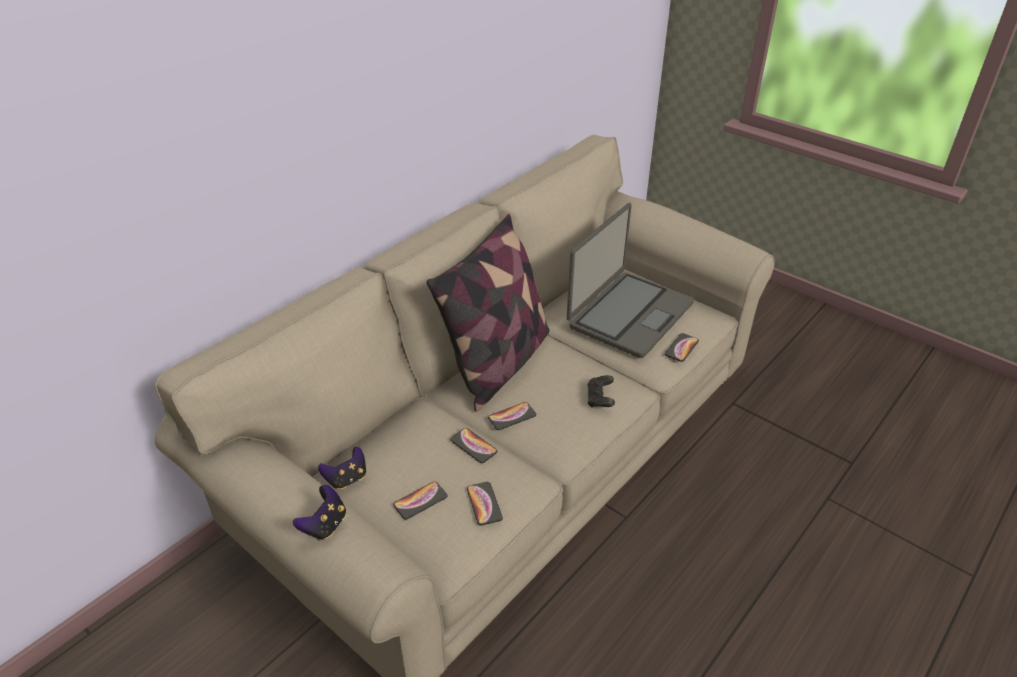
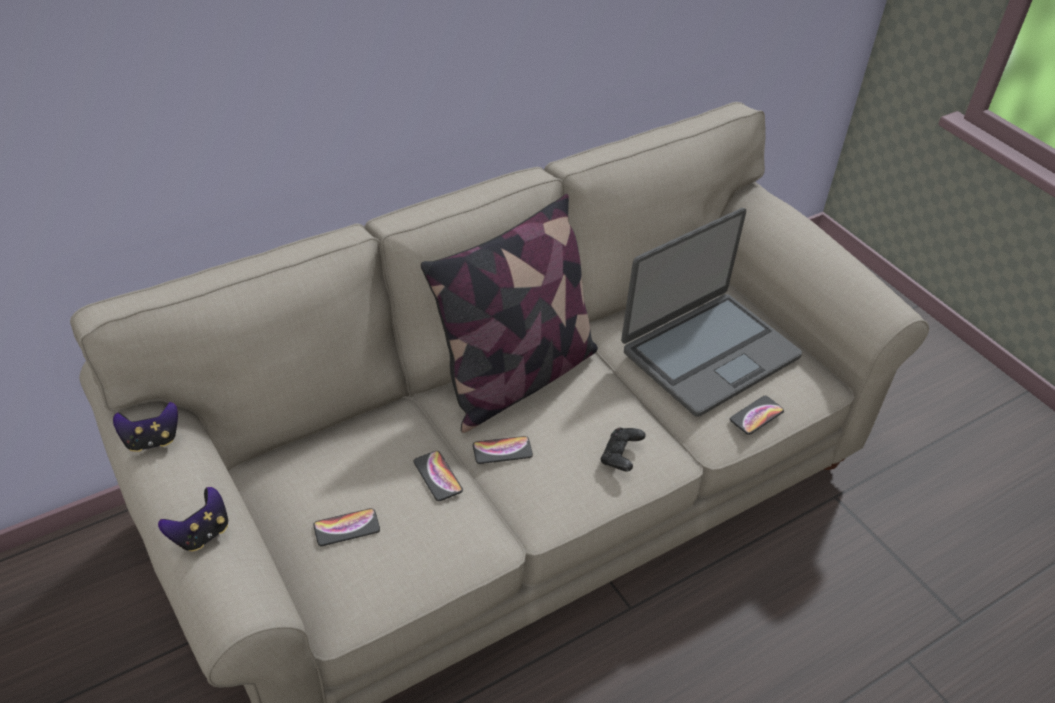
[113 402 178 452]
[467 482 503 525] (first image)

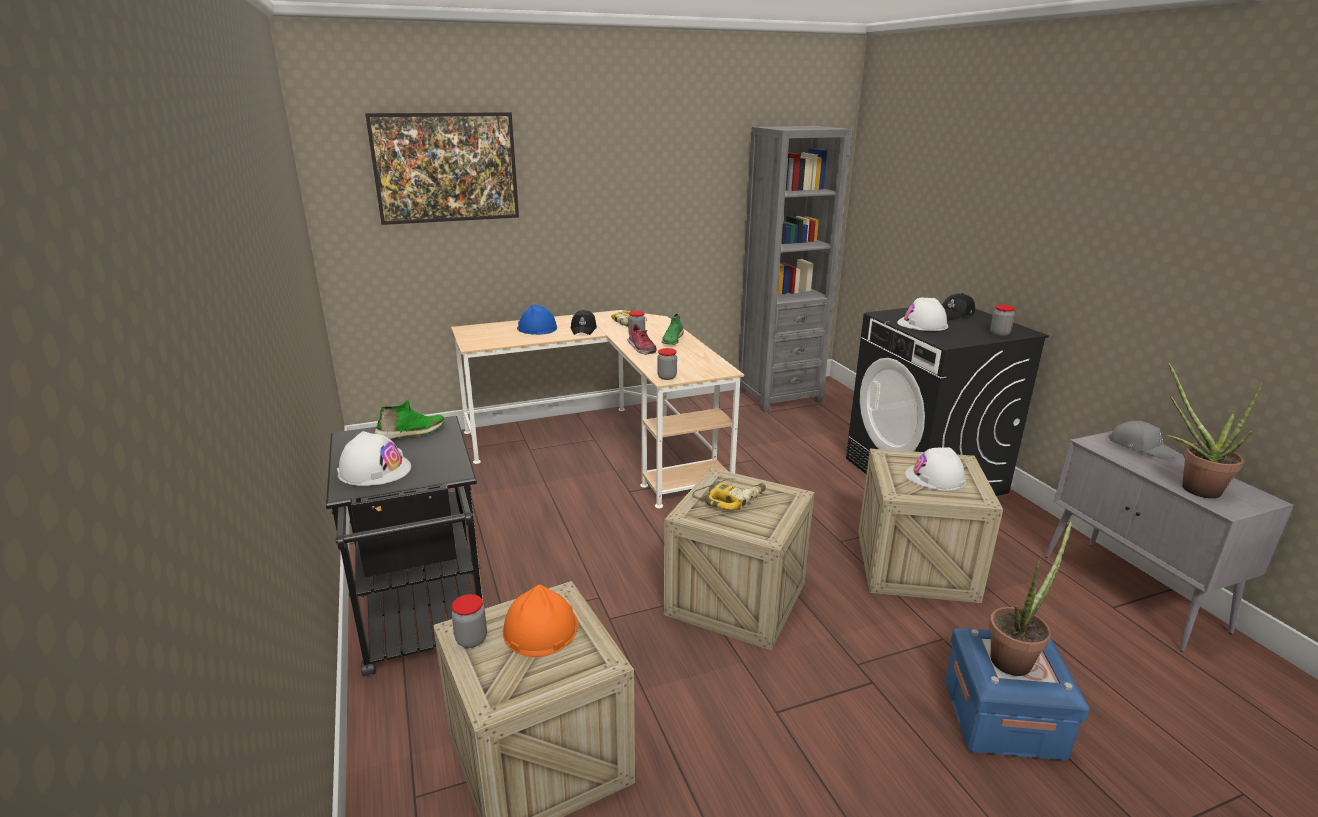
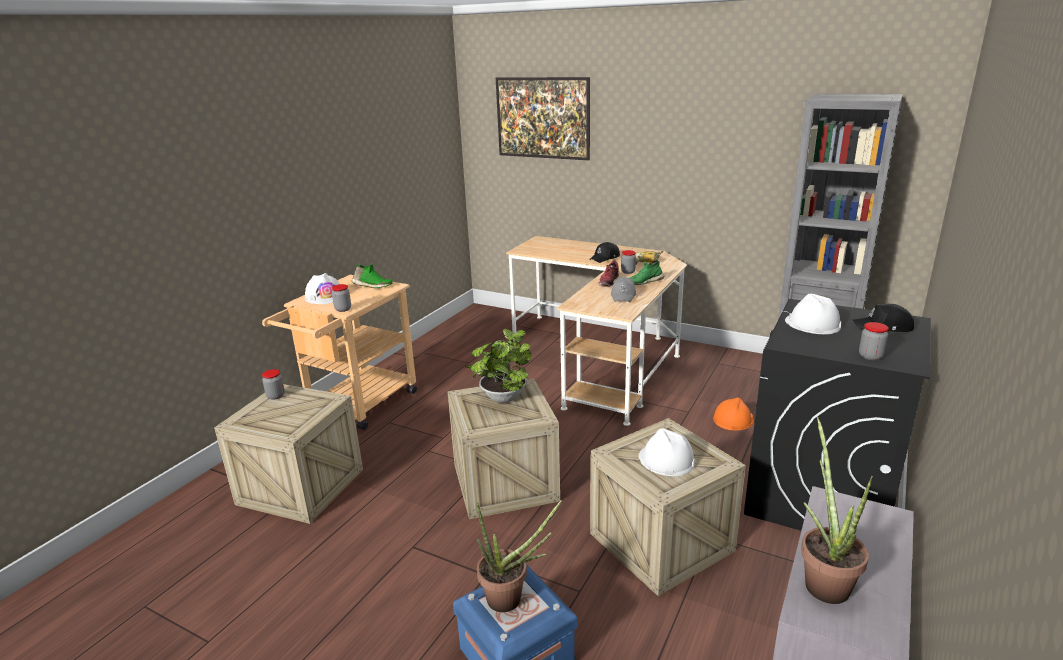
[262 275 417 430]
[332 284 351 312]
[465 329 531 403]
[611 277 636 302]
[713 398 754 430]
[517 304 557 335] (first image)

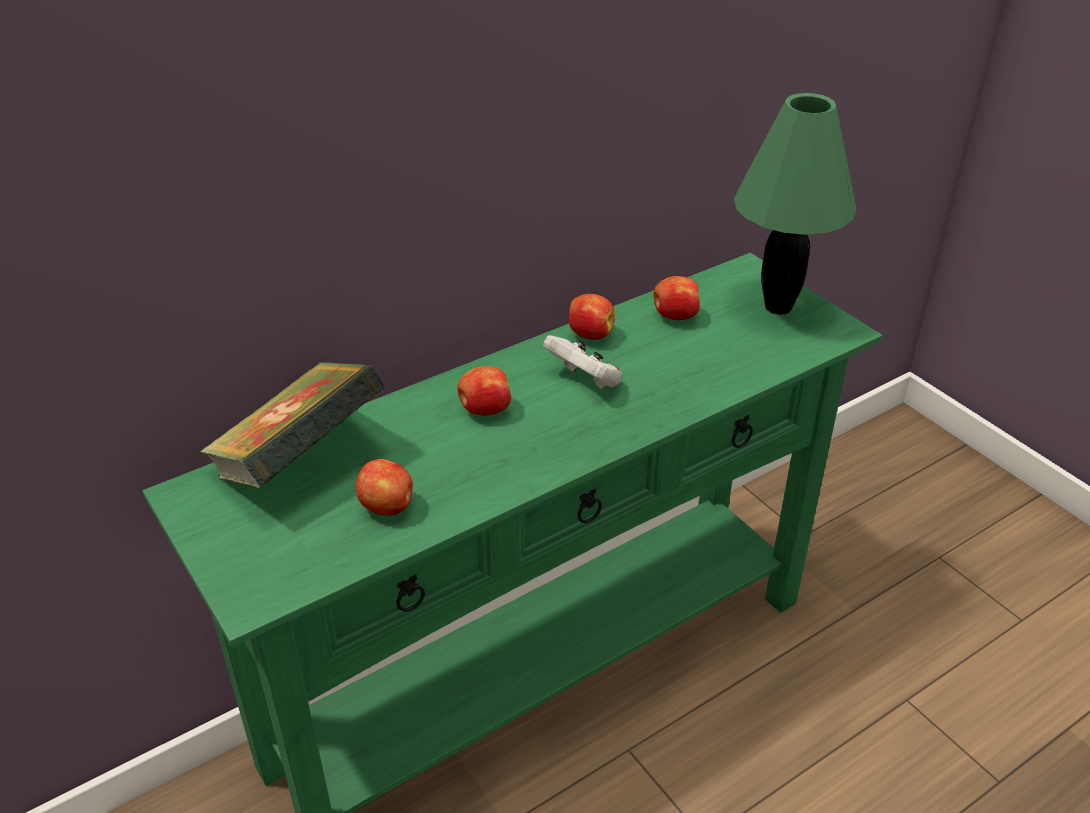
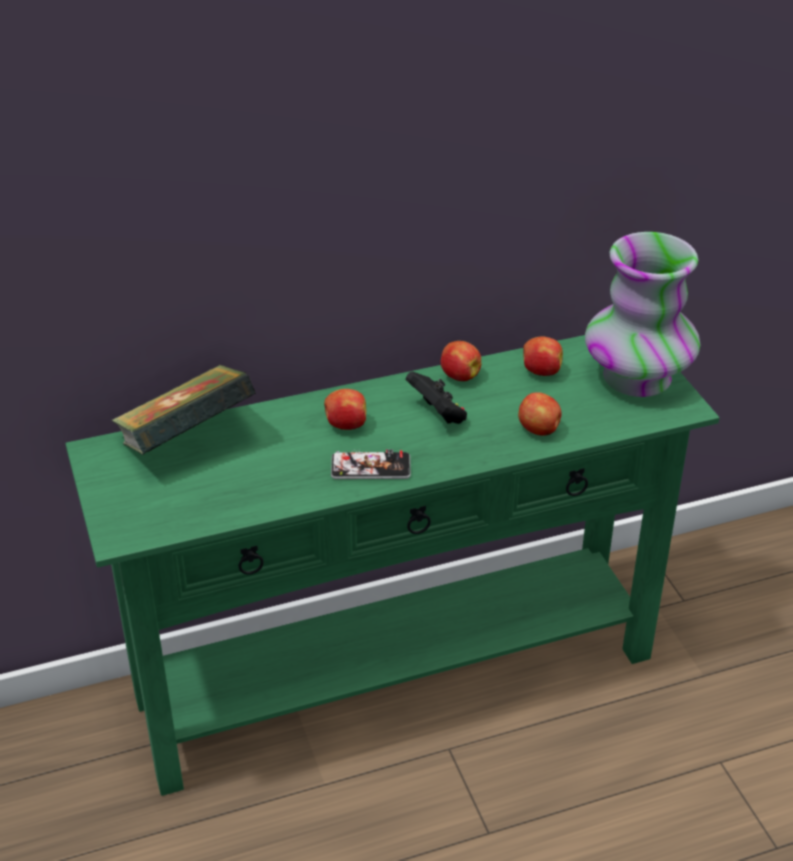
[331 449 411 479]
[406 372 467 424]
[518 392 562 436]
[585 232 700 397]

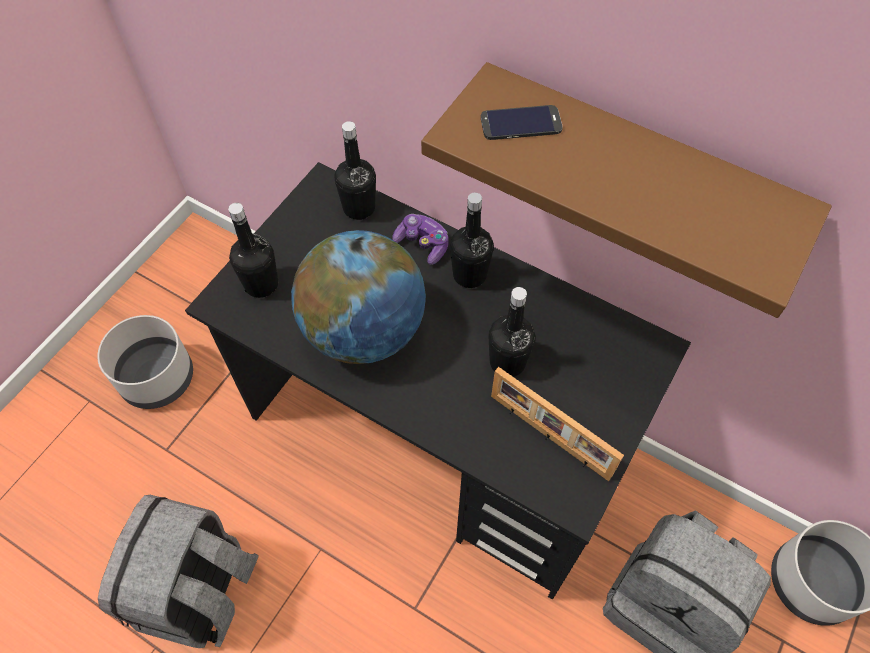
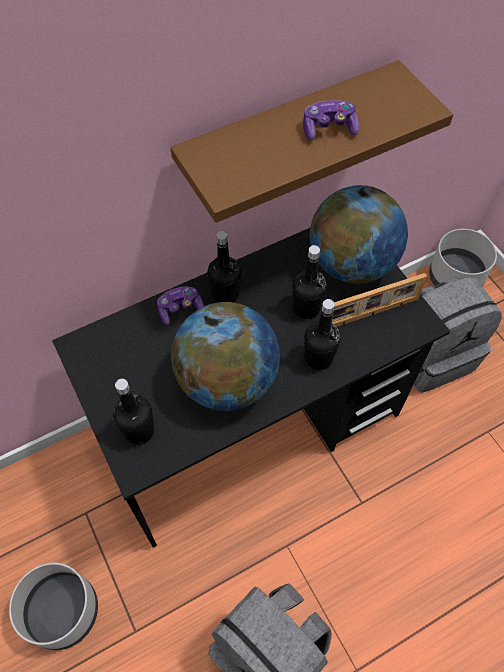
[303 100 359 141]
[304 299 341 370]
[310 185 408 284]
[481 105 563 140] (first image)

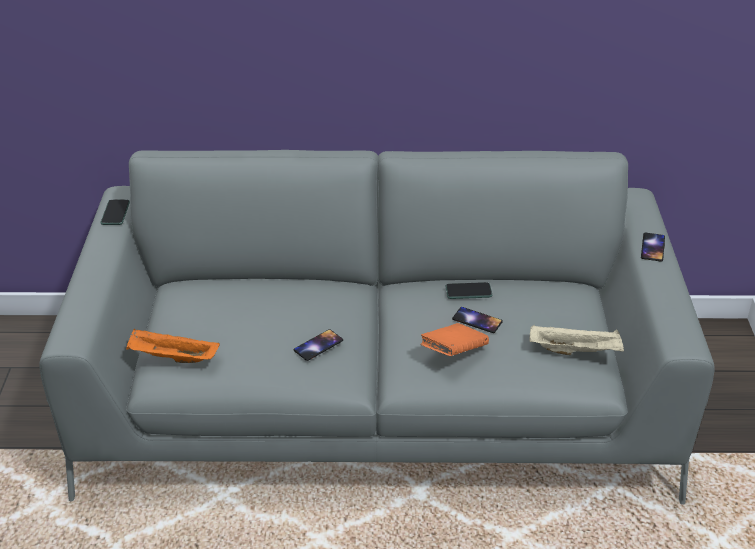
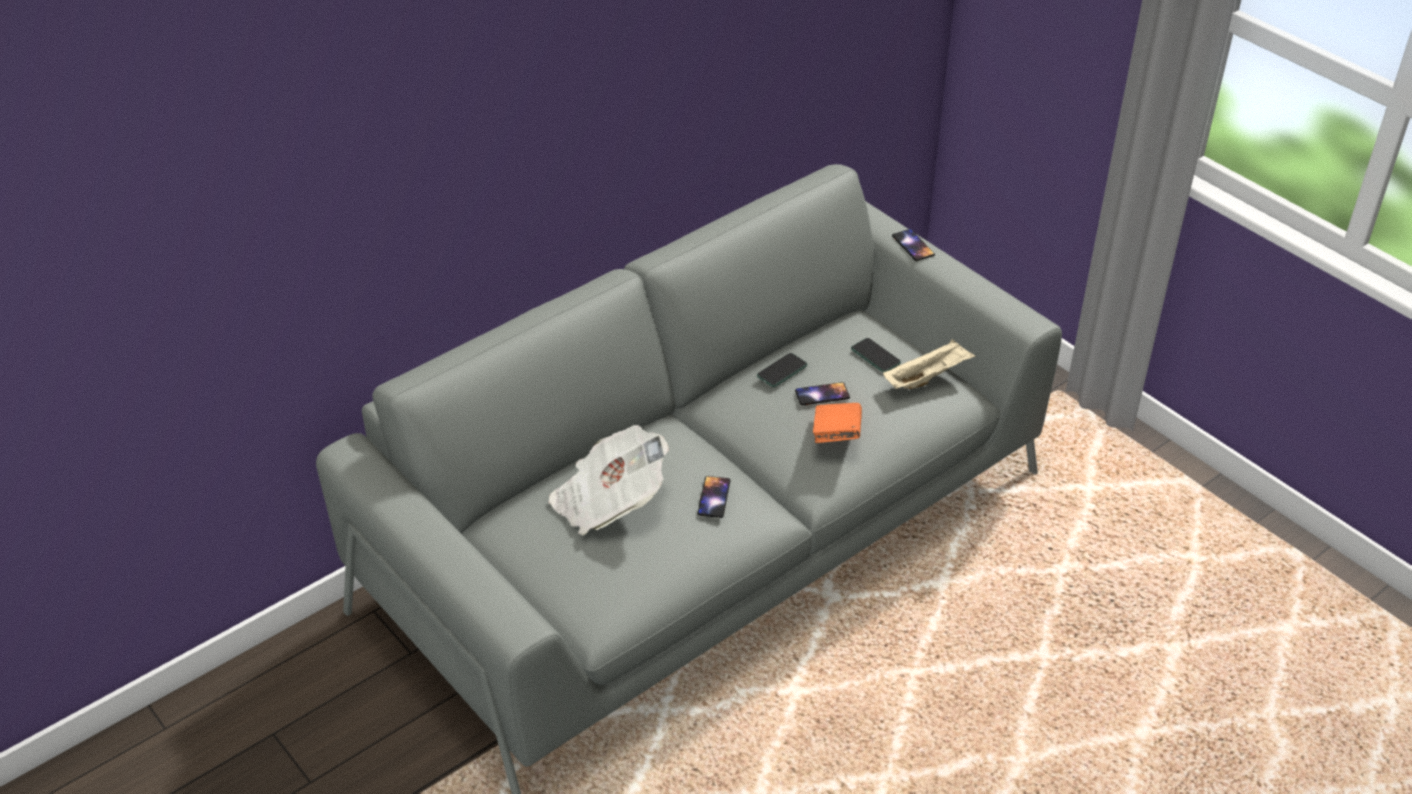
[549 425 669 536]
[851 338 901 372]
[126 329 220 363] (first image)

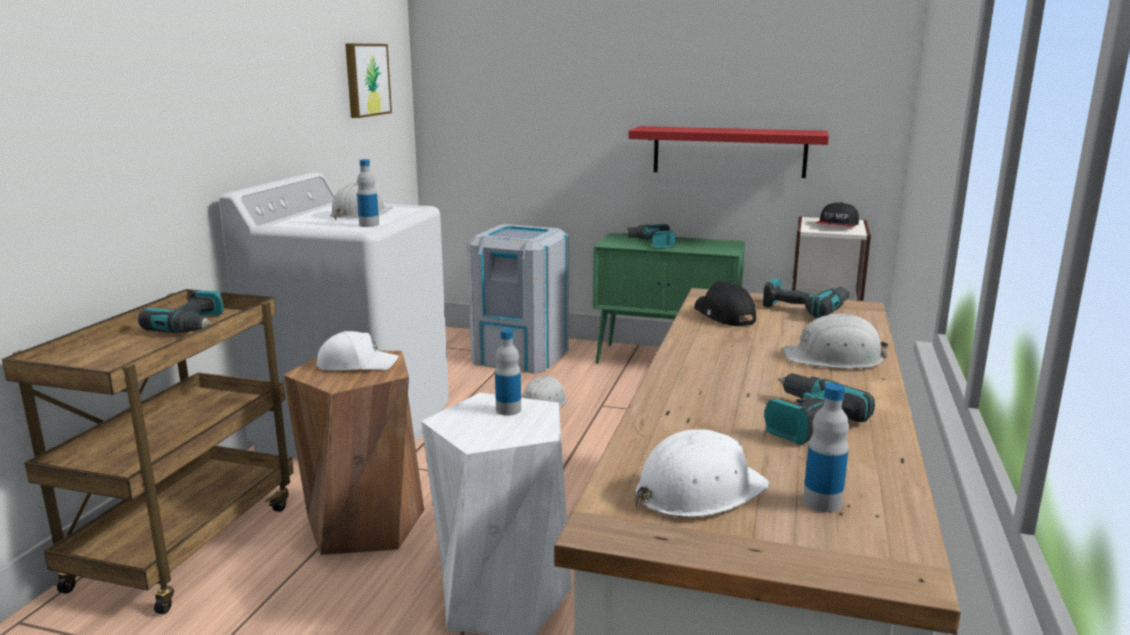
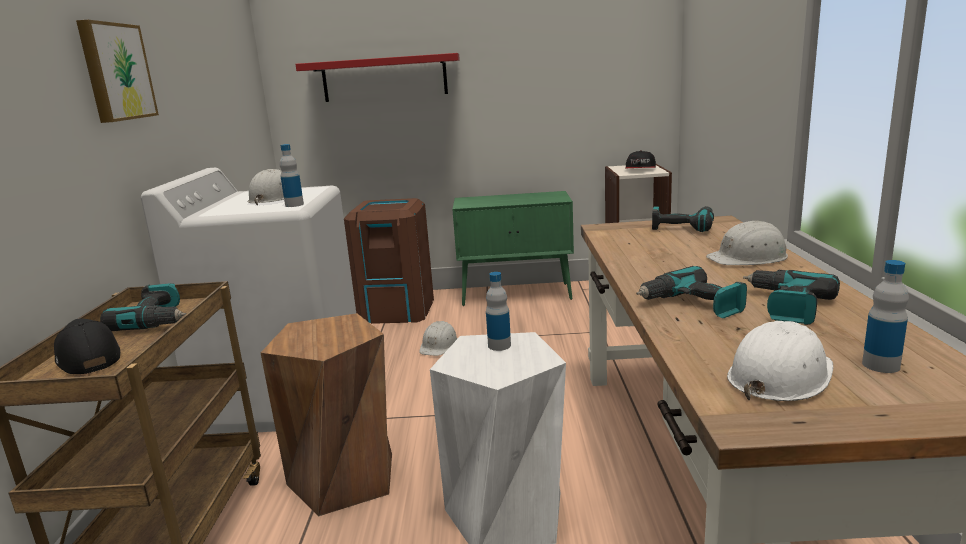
[54 318 120 374]
[76 20 159 123]
[295 53 460 102]
[344 198 434 324]
[636 266 747 318]
[316 331 399 370] (first image)

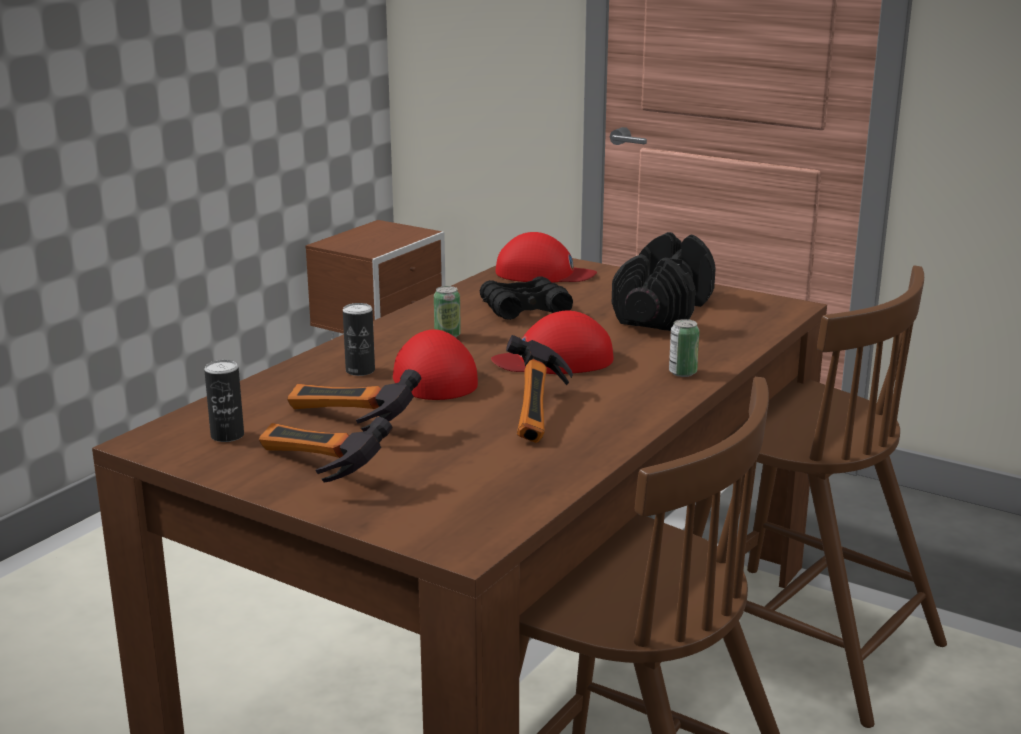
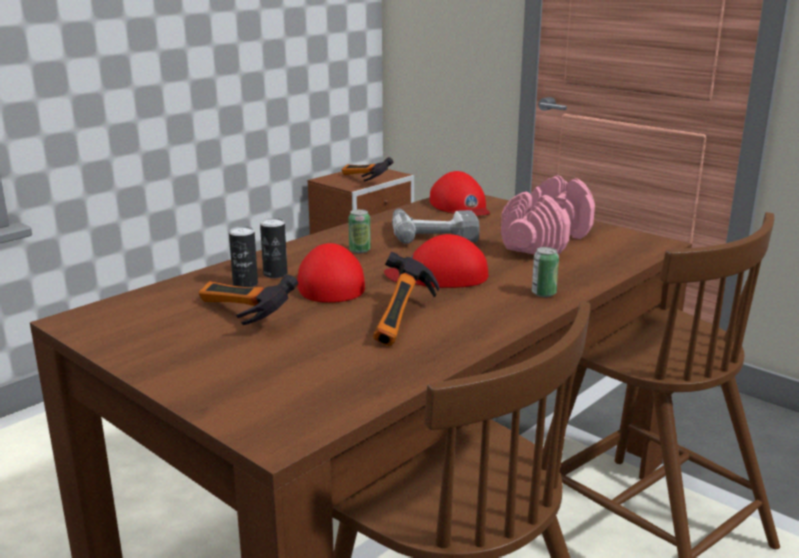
[229 226 258 287]
[342 157 393 181]
[392 209 480 244]
[430 171 490 216]
[501 176 595 255]

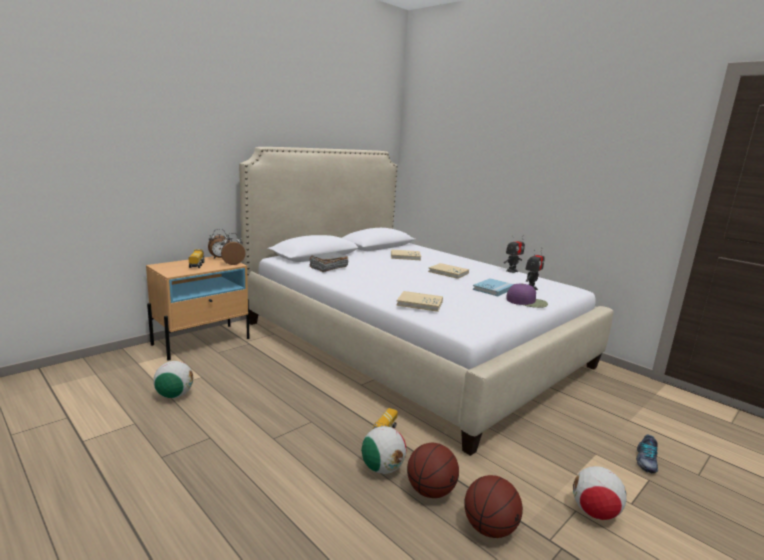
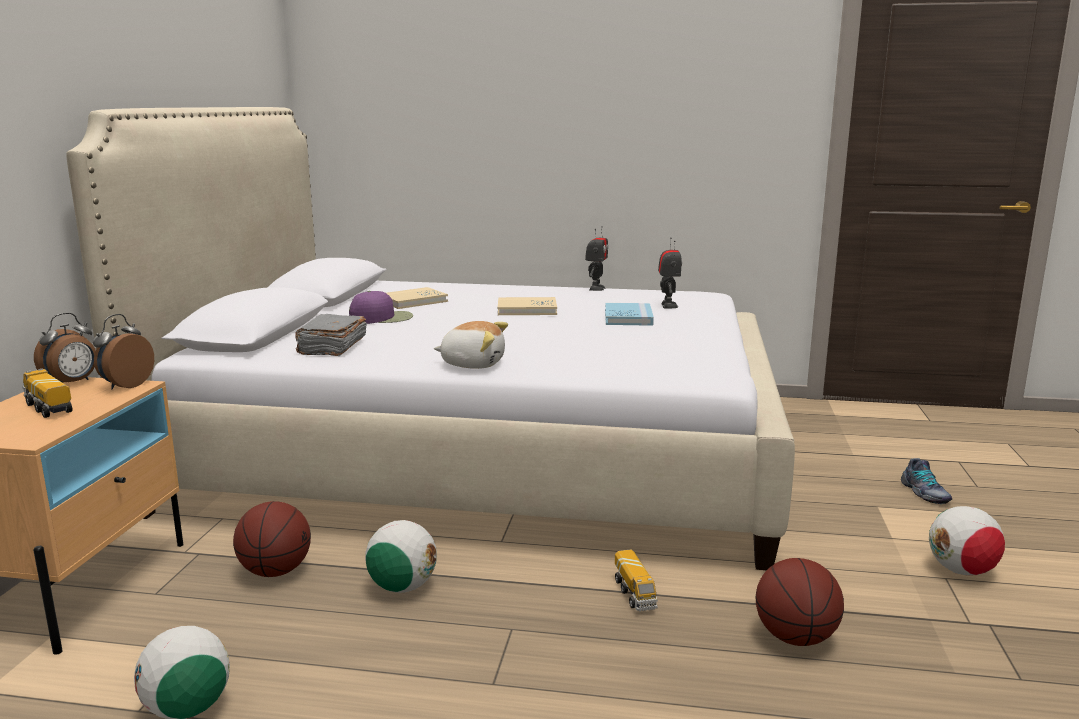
[233 501 311 577]
[349 291 413 324]
[365 520 437 593]
[434 321 508 369]
[396 291 443 312] (first image)

